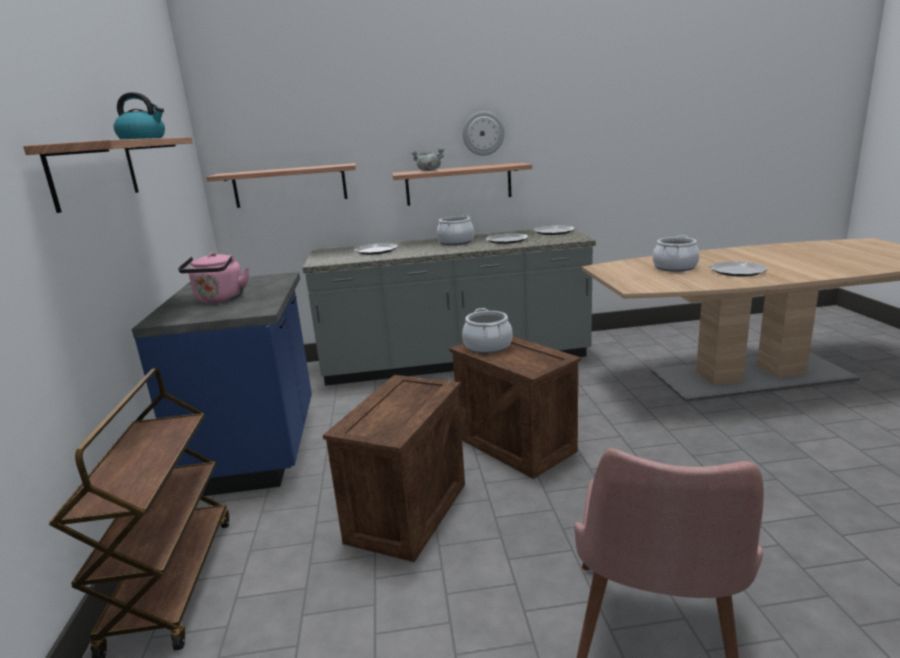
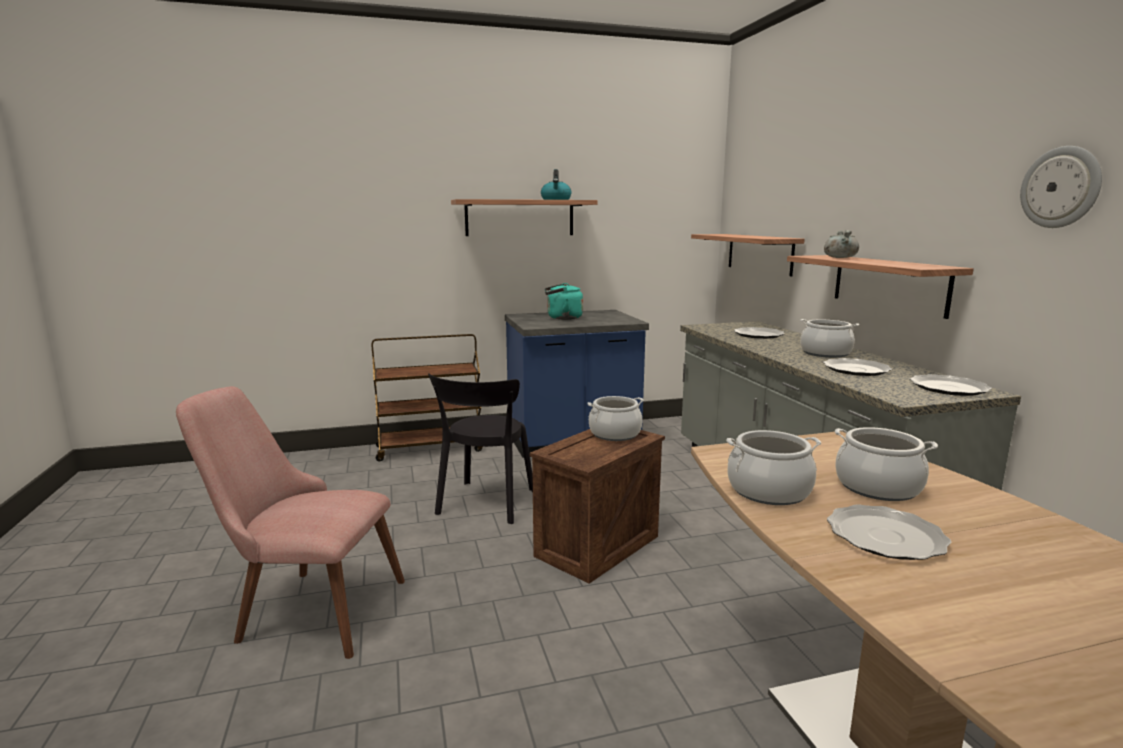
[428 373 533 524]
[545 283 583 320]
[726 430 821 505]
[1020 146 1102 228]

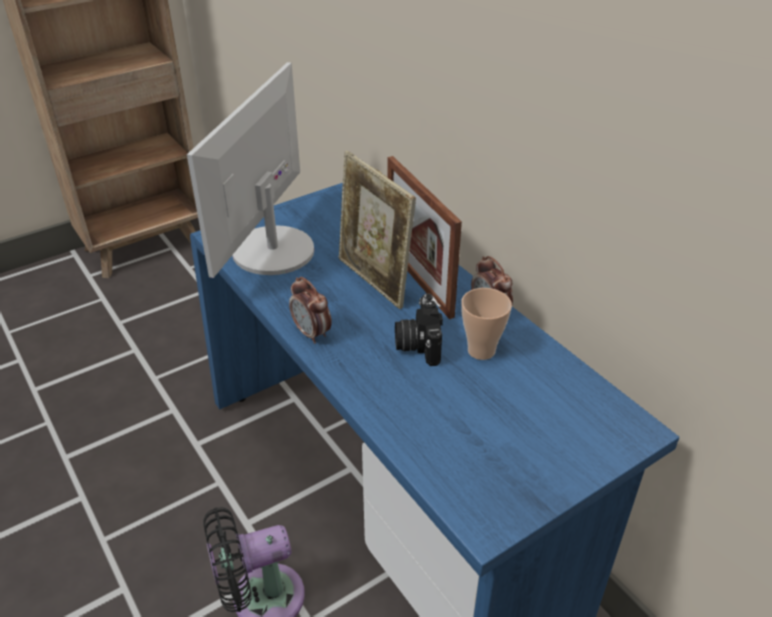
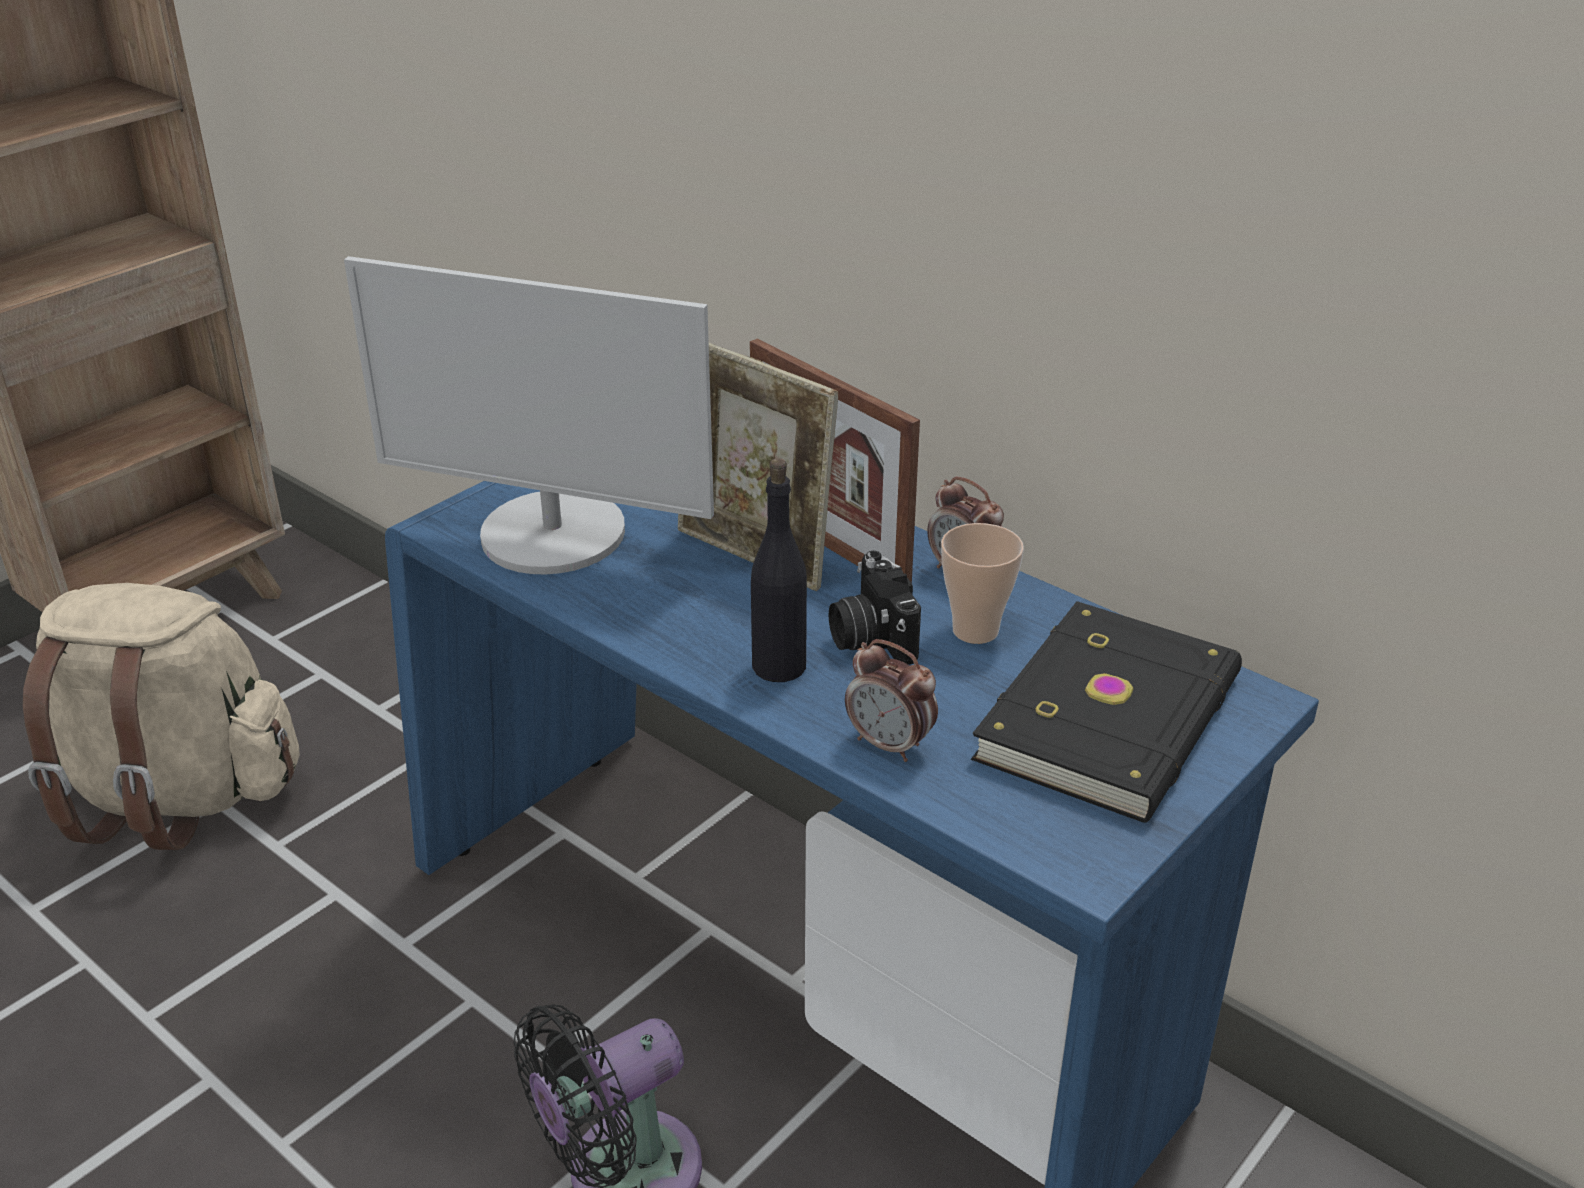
[23 583 300 850]
[344 256 714 575]
[751 458 807 682]
[845 639 938 762]
[970 601 1242 823]

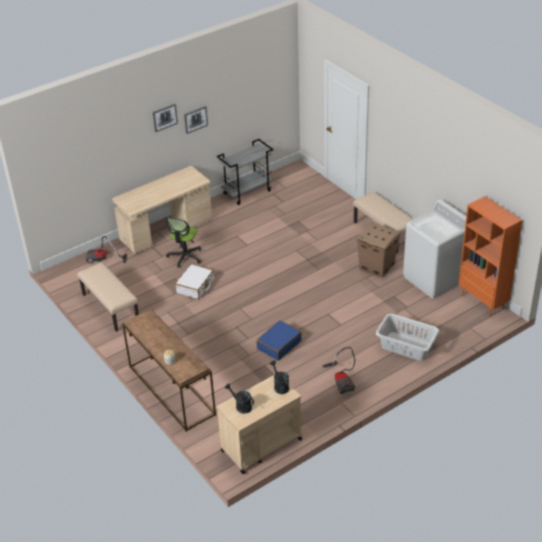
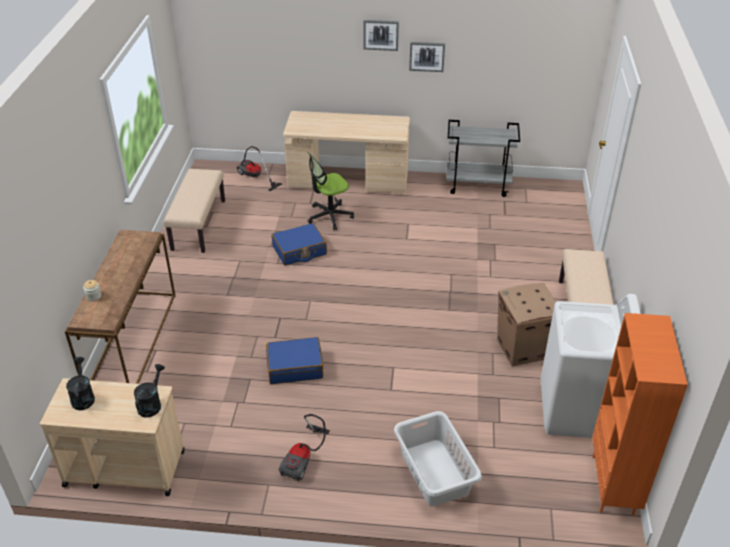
[271 223 327 266]

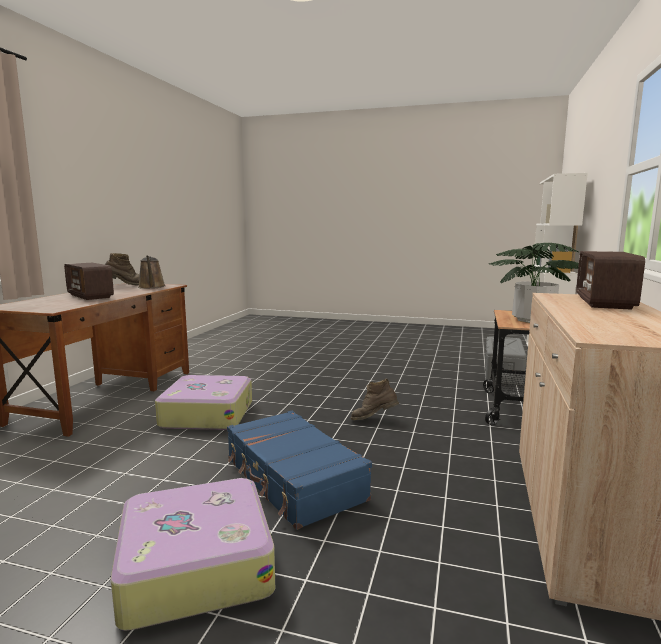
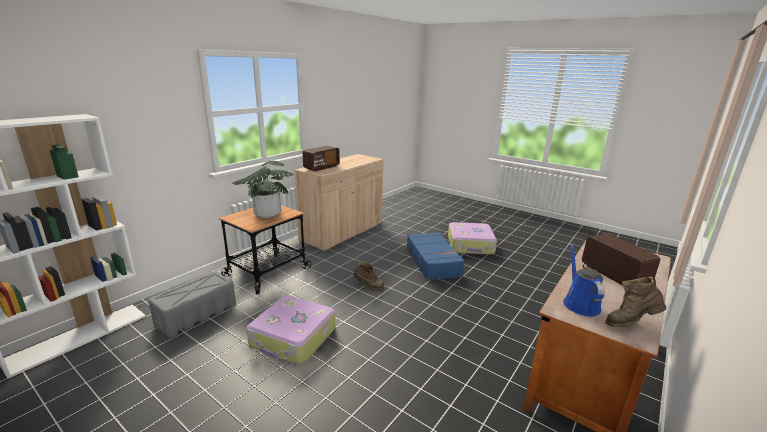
[247 295 335 365]
[563 244 605 317]

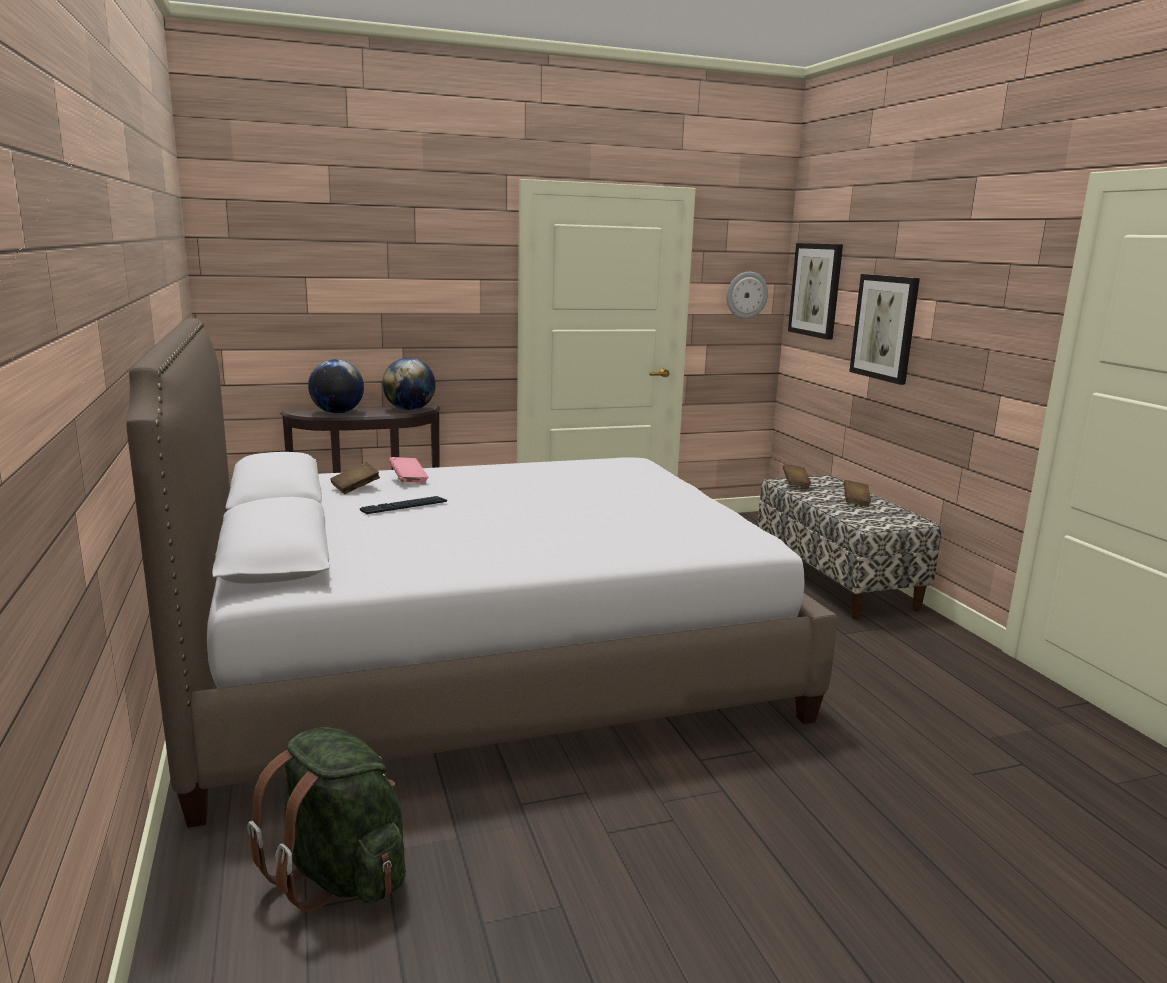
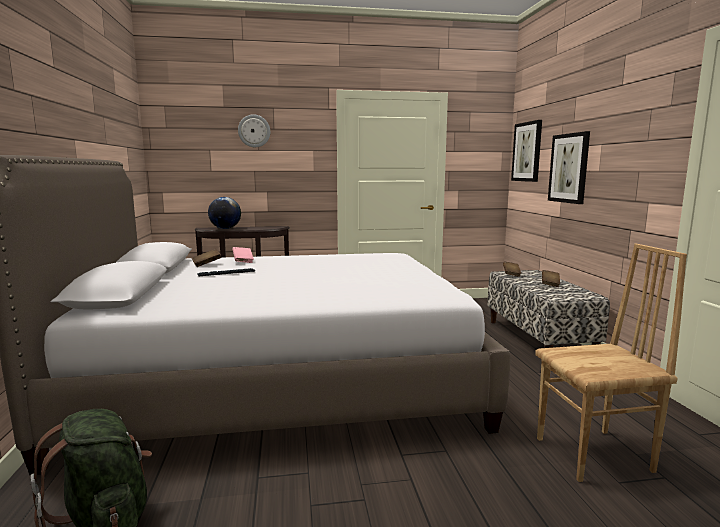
[238 114 270 147]
[535 244 687 482]
[382 358 436 410] (first image)

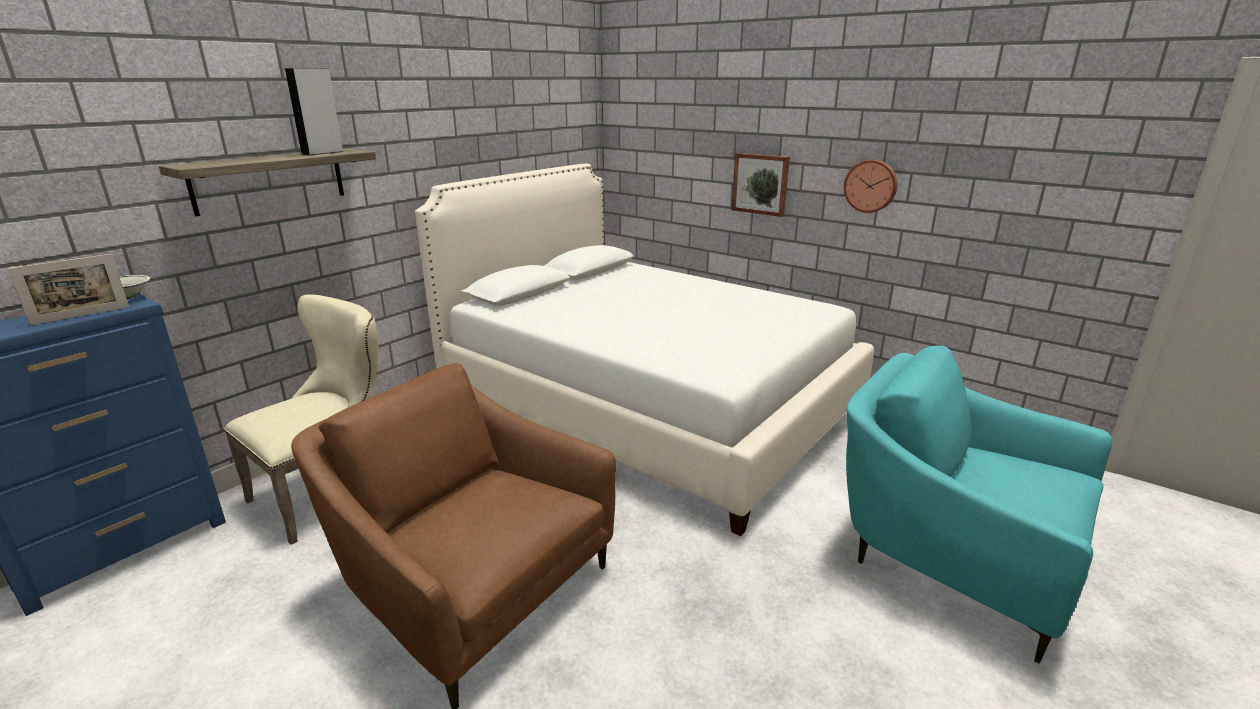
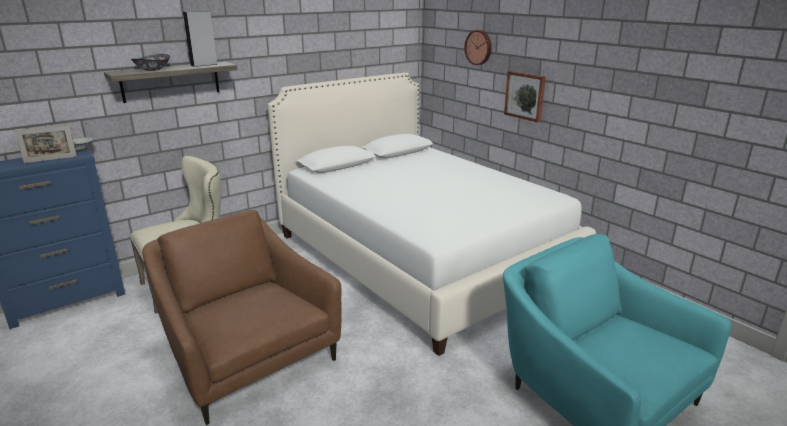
[131 54 170 71]
[464 30 492 65]

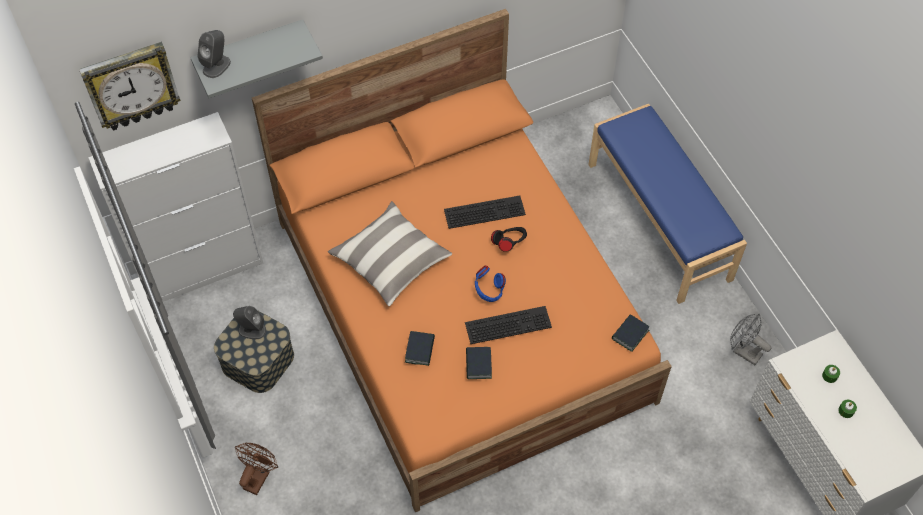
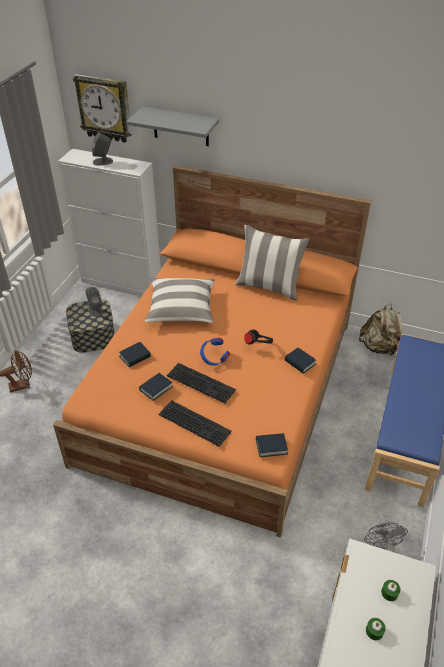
[92 132 113 165]
[159 400 232 447]
[235 225 309 301]
[285 348 316 374]
[359 304 404 357]

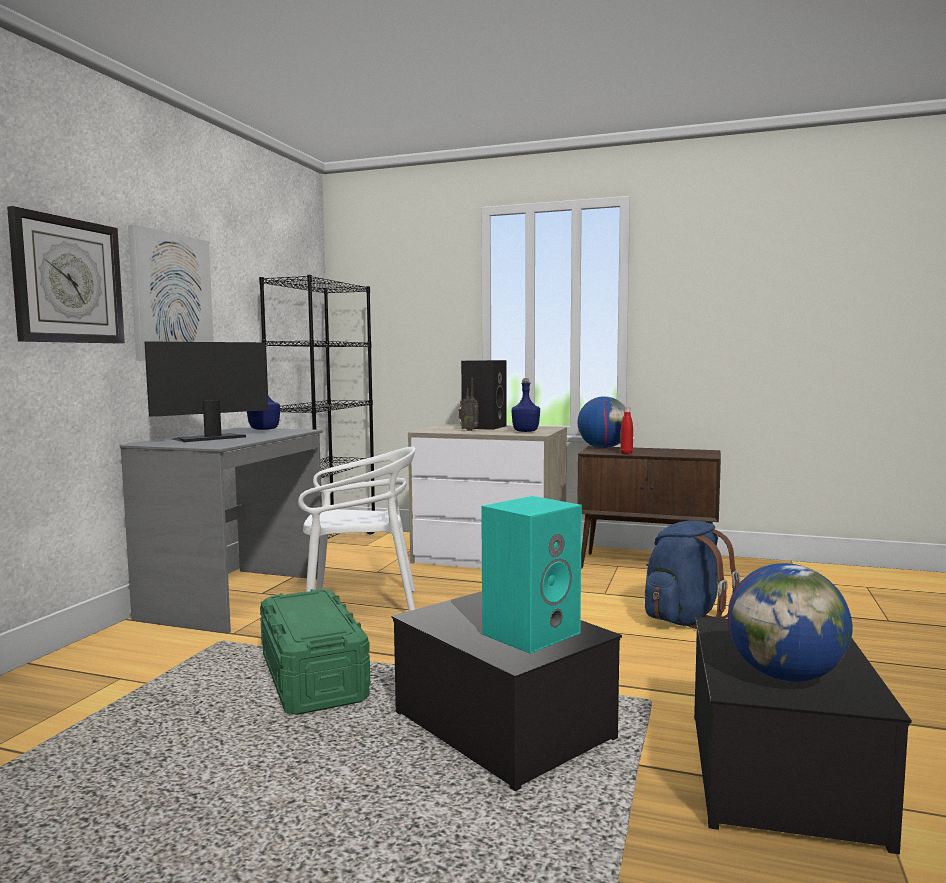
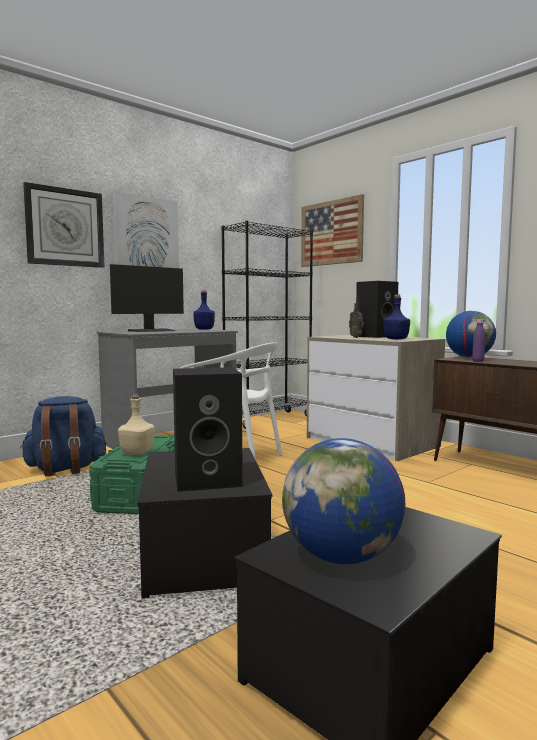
[20 396 106 476]
[110 264 184 332]
[118 394 155 455]
[173 367 243 492]
[301 194 364 267]
[472 319 485 362]

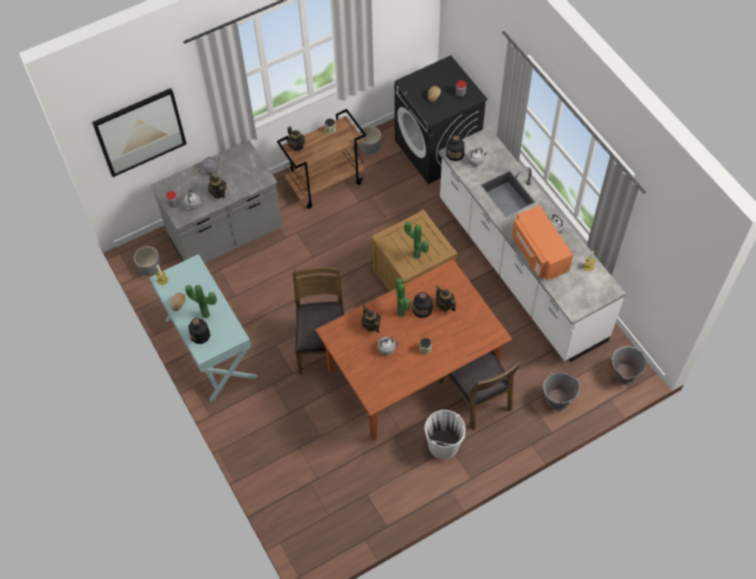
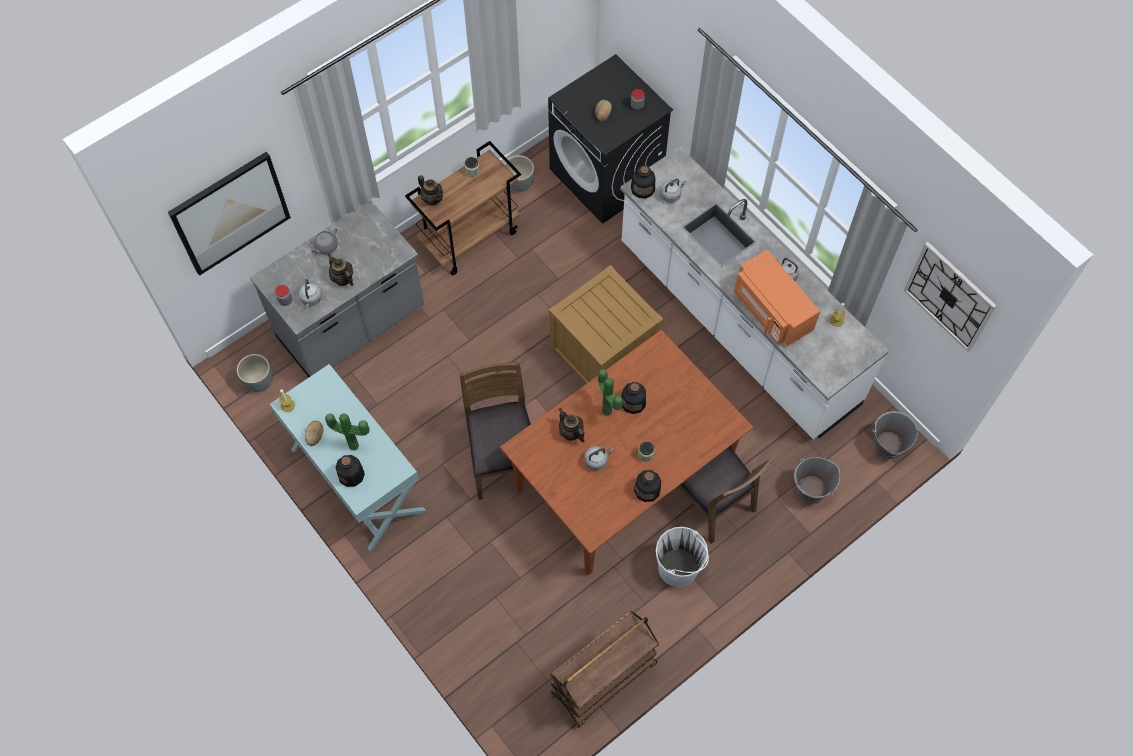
[550 611 659 728]
[634 470 661 502]
[904 242 997 352]
[404 221 429 259] (first image)
[436 285 456 311] (first image)

